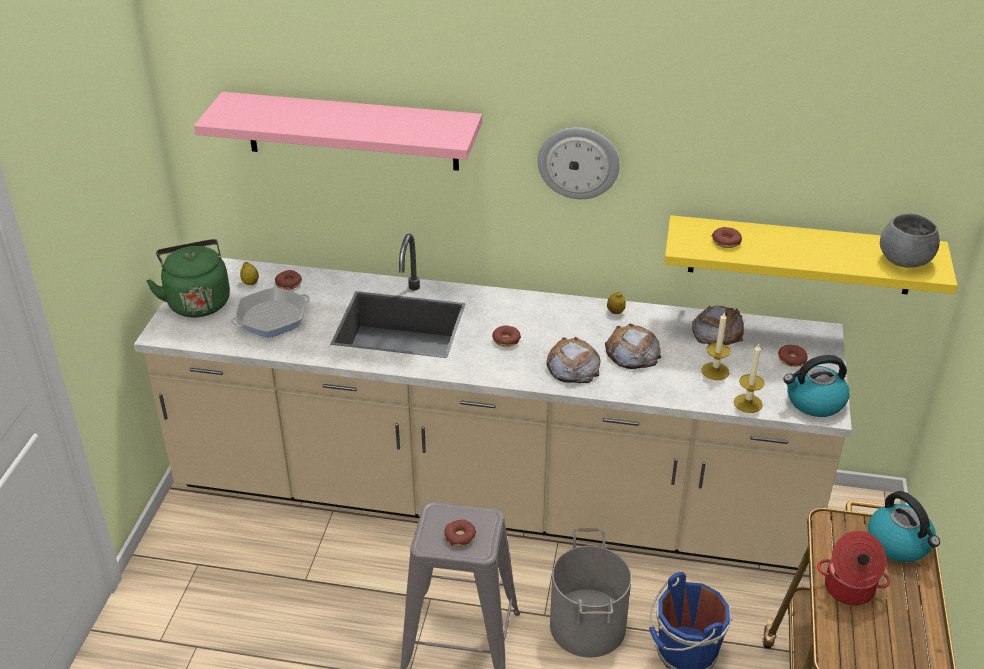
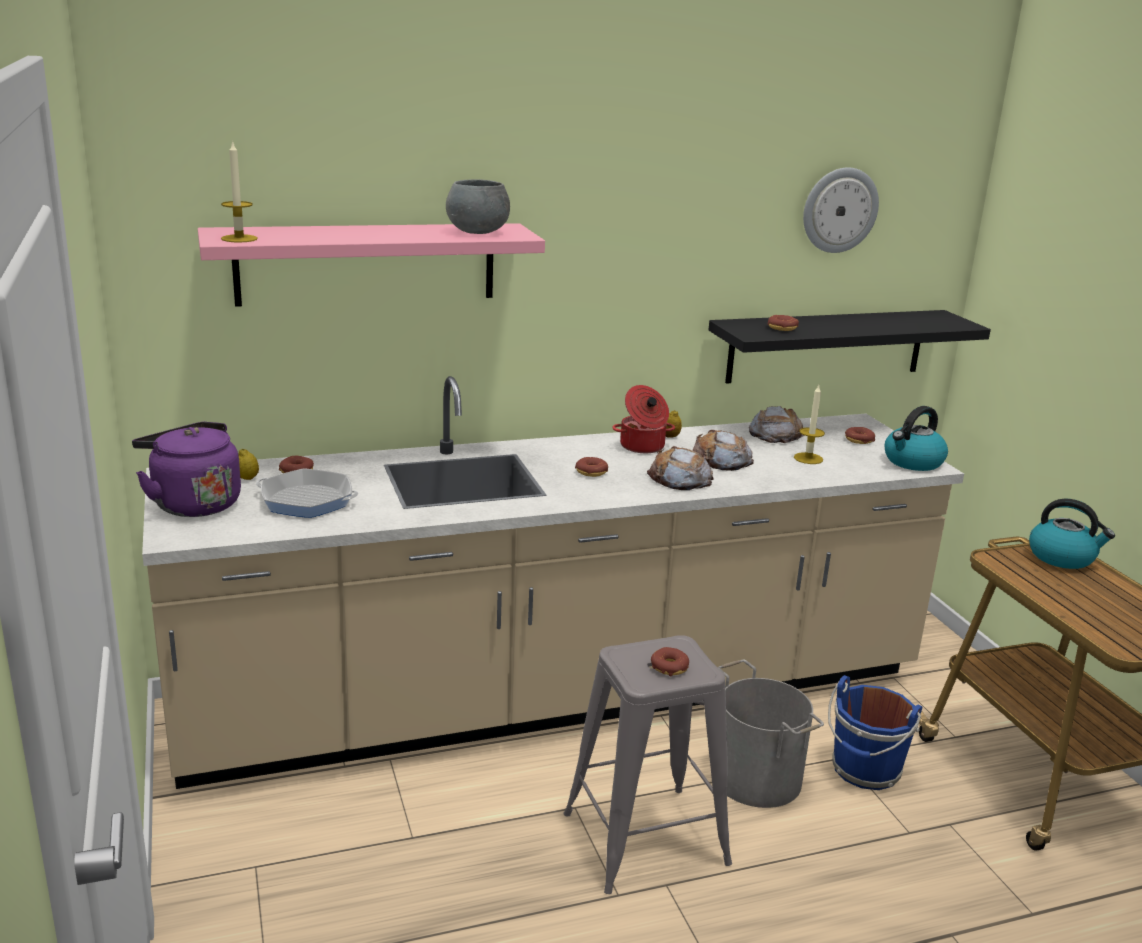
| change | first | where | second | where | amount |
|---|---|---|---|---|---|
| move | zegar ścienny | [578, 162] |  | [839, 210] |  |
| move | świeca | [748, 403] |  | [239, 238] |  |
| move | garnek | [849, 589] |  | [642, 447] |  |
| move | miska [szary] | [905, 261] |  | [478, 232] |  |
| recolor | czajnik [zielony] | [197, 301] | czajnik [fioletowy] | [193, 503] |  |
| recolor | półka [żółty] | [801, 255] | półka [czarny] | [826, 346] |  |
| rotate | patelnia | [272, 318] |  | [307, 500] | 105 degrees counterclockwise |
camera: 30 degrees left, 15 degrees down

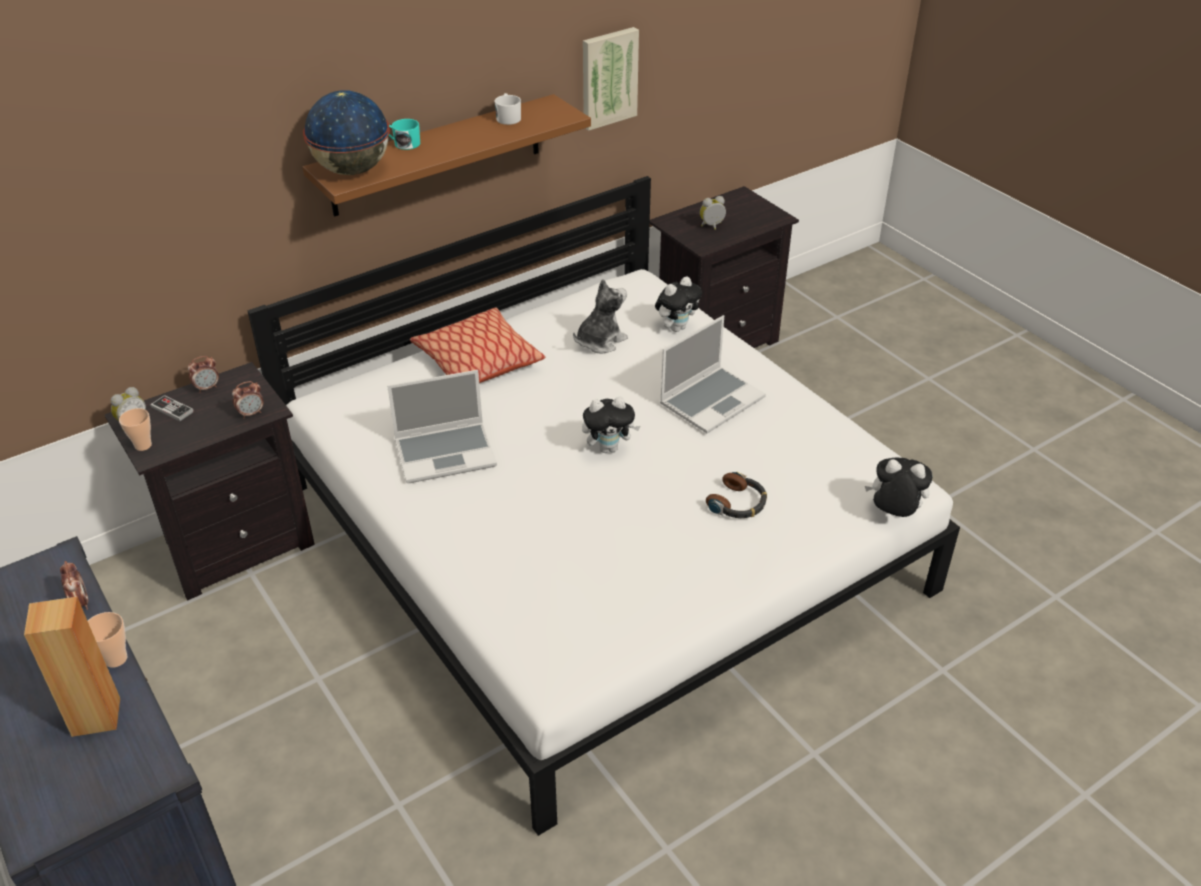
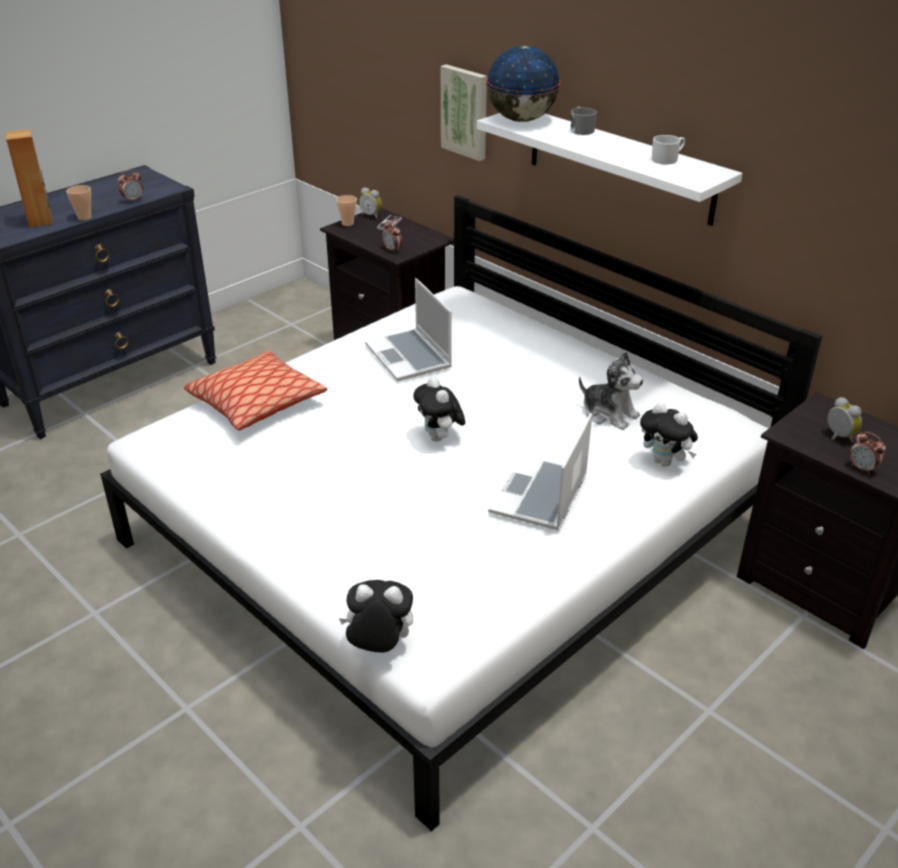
| change | first | where | second | where | amount |
|---|---|---|---|---|---|
| delete | słuchawki | [738, 503] |  |  |  |
| move | budzik | [207, 388] |  | [862, 468] |  |
| move | poduszka | [477, 362] |  | [257, 402] |  |
| move | obraz | [608, 77] |  | [465, 112] |  |
| recolor | półka [brązowy] | [437, 155] | półka [biały] | [619, 165] |  |
| recolor | kubek [turkusowy] | [403, 144] | kubek [szary] | [581, 129] |  |
| rotate | laptop | [712, 400] |  | [540, 496] | 75 degrees clockwise |
| rotate | pluszak | [893, 514] |  | [378, 647] | 90 degrees counterclockwise |
camera: 80 degrees right, 5 degrees down

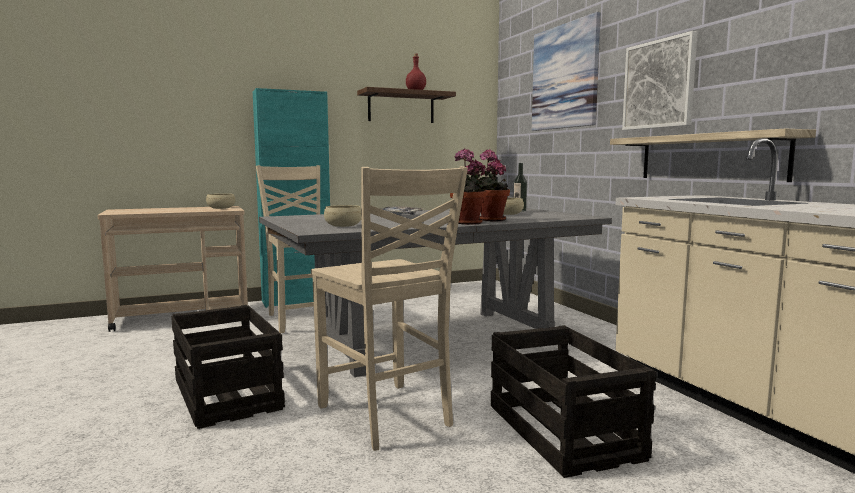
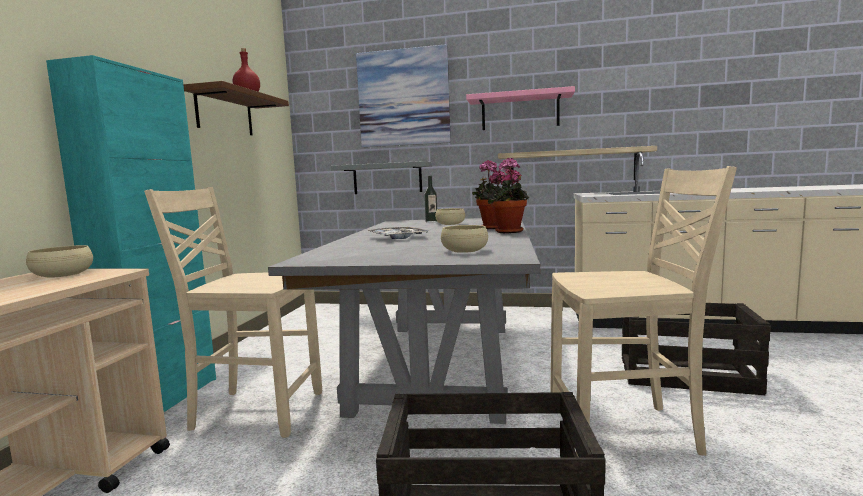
| change | first | where | second | where | amount |
|---|---|---|---|---|---|
| insert |  |  | półka [szary] | [387, 178] |  |
| replace | obraz | [659, 84] | półka [różowy] | [520, 112] |  |
camera: 55 degrees left, 0 degrees up

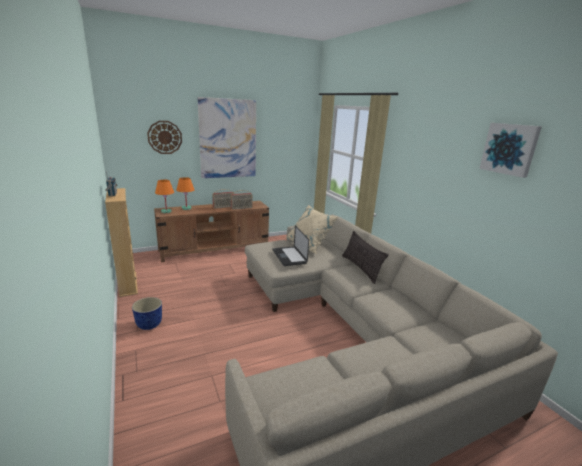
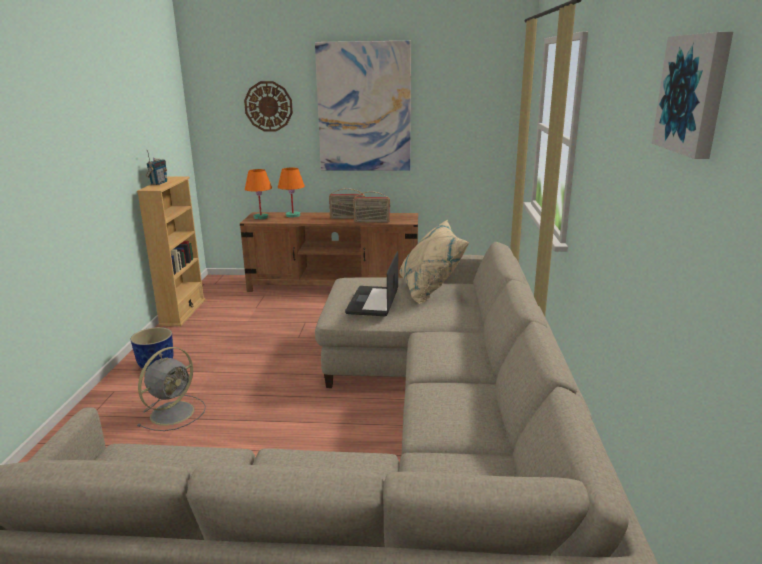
| change | first | where | second | where | amount |
|---|---|---|---|---|---|
| delete | poduszka | [360, 268] |  |  |  |
| insert |  |  | wentylator [szary] | [174, 412] |  |
camera: 30 degrees right, 0 degrees up

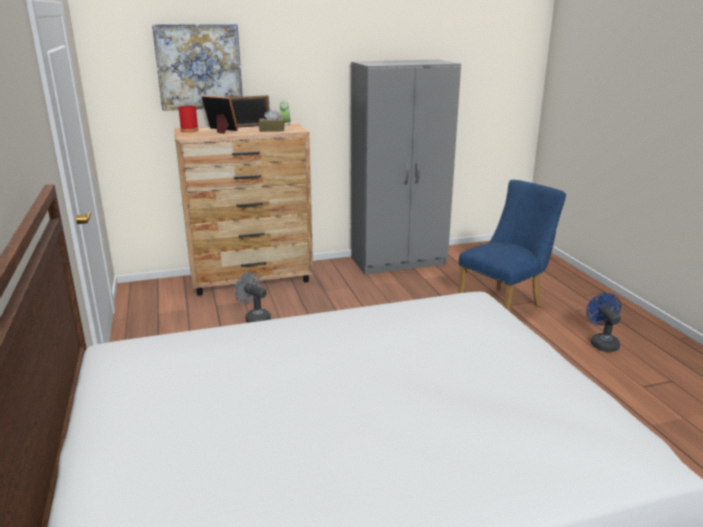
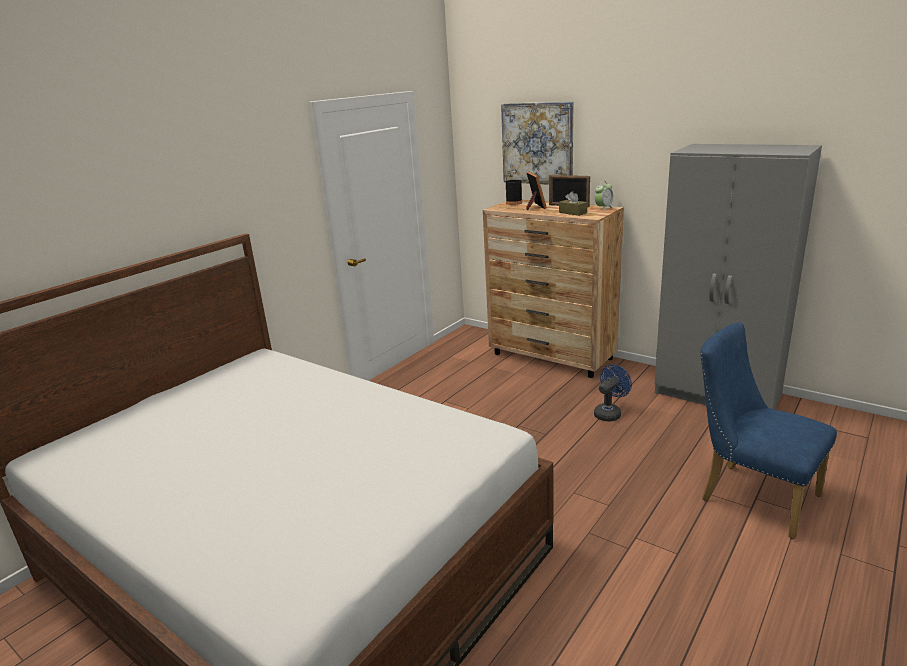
| change | first | where | second | where | amount |
|---|---|---|---|---|---|
| delete | wentylator [szary] | [254, 318] |  |  |  |
| move | wentylator [niebieski] | [602, 343] |  | [609, 413] |  |
| recolor | butelka [czerwony] | [189, 130] | butelka [czarny] | [514, 203] |  |
| rotate | krzesło [niebieski] | [504, 305] |  | [750, 495] | 150 degrees counterclockwise |
camera: 55 degrees right, 0 degrees up

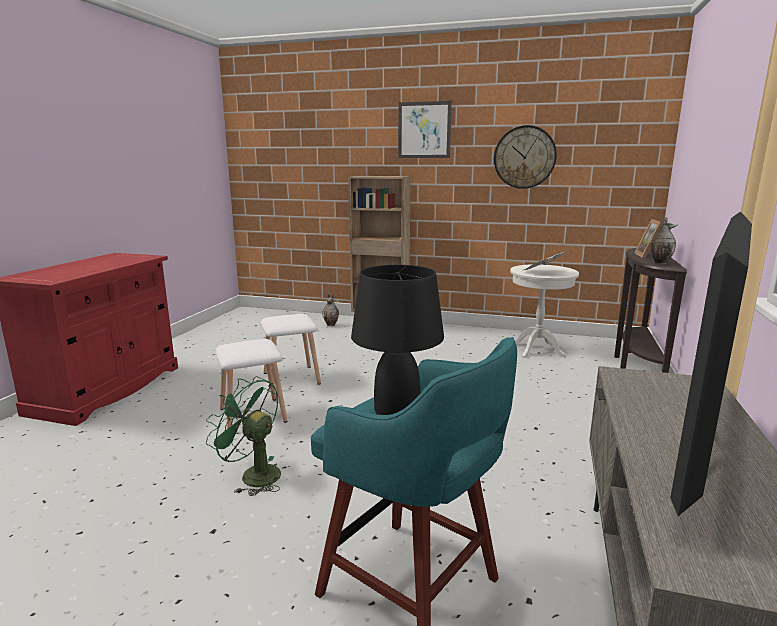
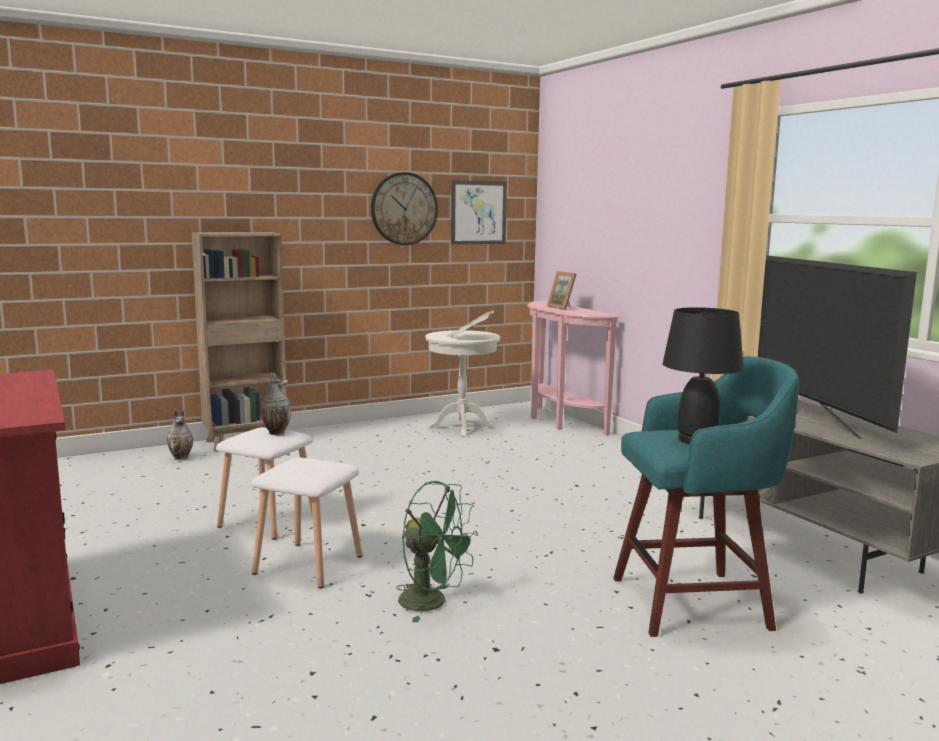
| change | first | where | second | where | amount |
|---|---|---|---|---|---|
| move | obraz | [424, 130] |  | [478, 212] |  |
| move | wazon | [659, 263] |  | [275, 433] |  |
| recolor | stolik konsolowy [brązowy] | [635, 366] | stolik konsolowy [różowy] | [559, 422] |  |
| rotate | wentylator [zielony] | [253, 475] |  | [433, 603] | 135 degrees counterclockwise |
camera: 45 degrees left, 5 degrees down

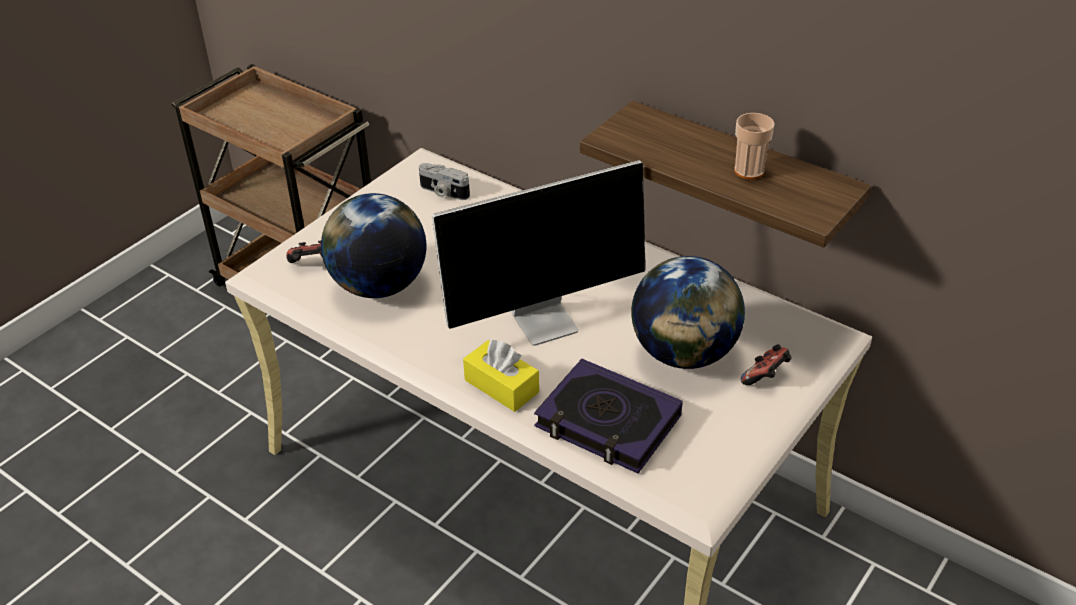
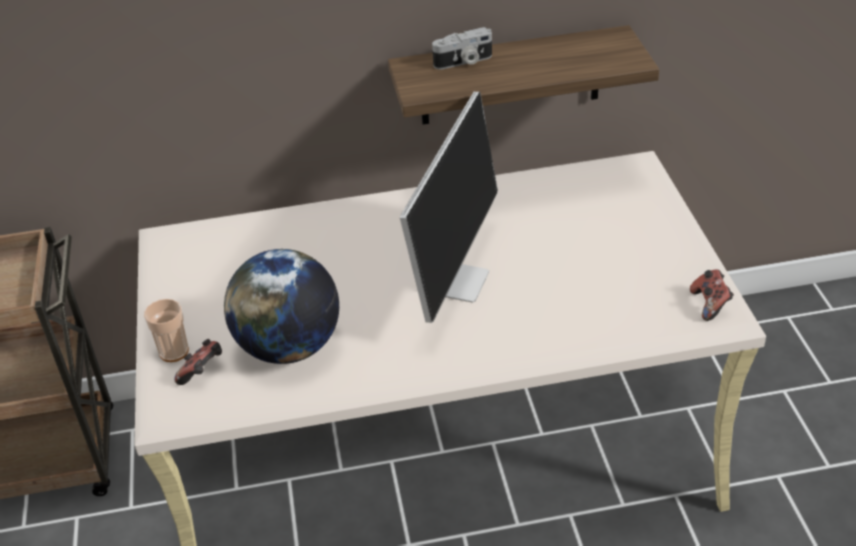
| change | first | where | second | where | amount |
|---|---|---|---|---|---|
| delete | pudełko chusteczek [żółty] | [501, 386] |  |  |  |
| delete | książka | [607, 423] |  |  |  |
| delete | globus | [683, 353] |  |  |  |
| move | aparat fotograficzny | [443, 192] |  | [464, 62] |  |
| move | filiżanka | [749, 171] |  | [174, 352] |  |
| move | pad do gier | [766, 377] |  | [710, 304] |  |
camera: 45 degrees left, 0 degrees up

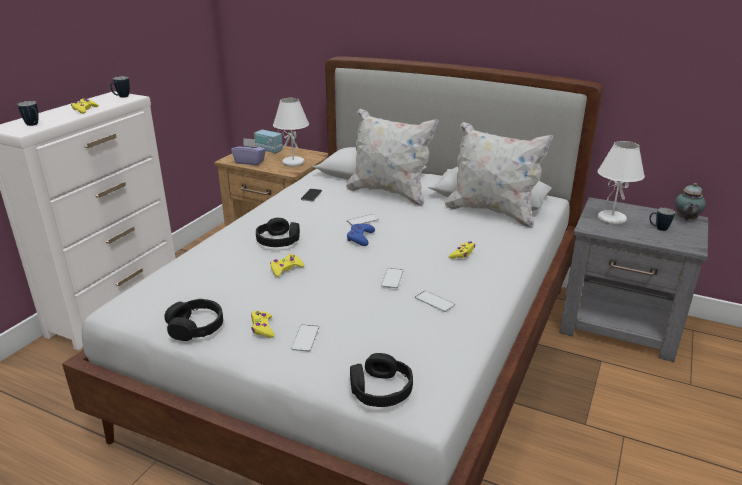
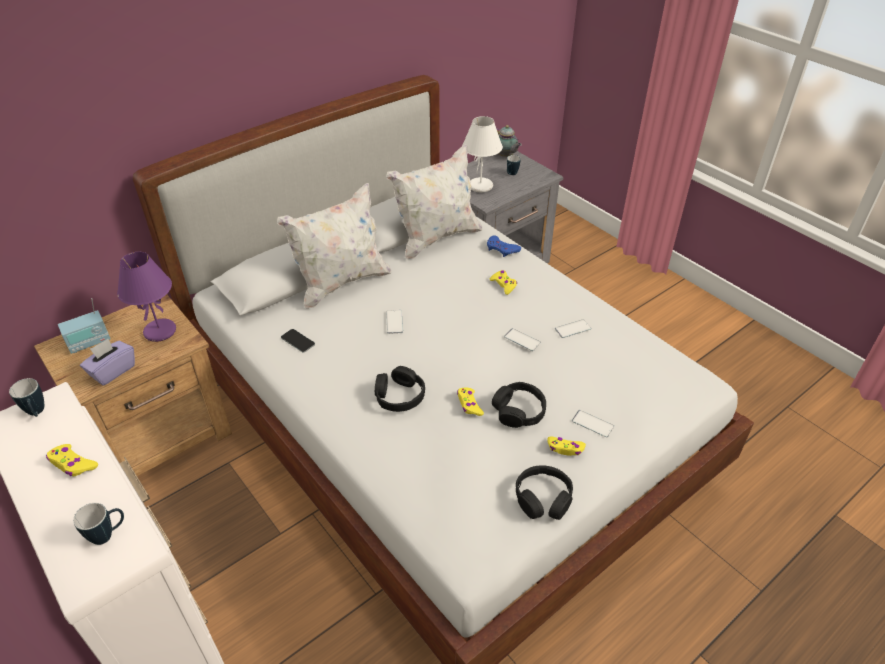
| change | first | where | second | where | amount |
|---|---|---|---|---|---|
| move | pad do gier [niebieski] | [360, 237] |  | [502, 249] |  |
| move | słuchawki [czarny] | [380, 390] |  | [519, 411] |  |
| recolor | lampa stołowa [biały] | [294, 163] | lampa stołowa [fioletowy] | [160, 331] |  |
camera: 65 degrees left, 15 degrees up

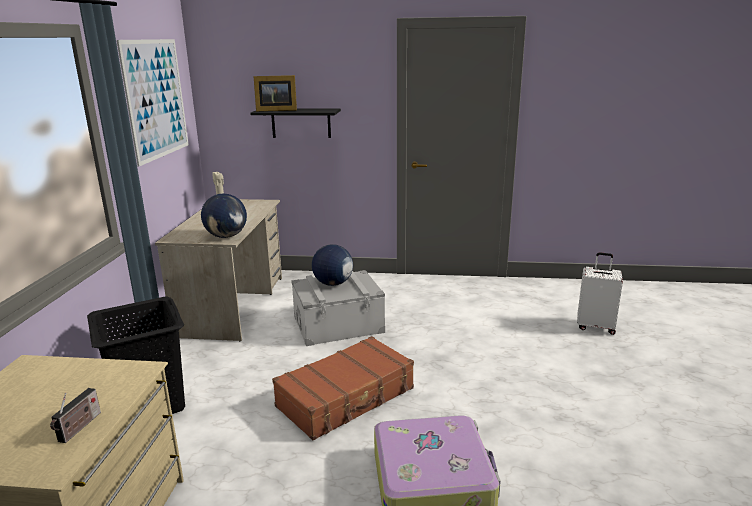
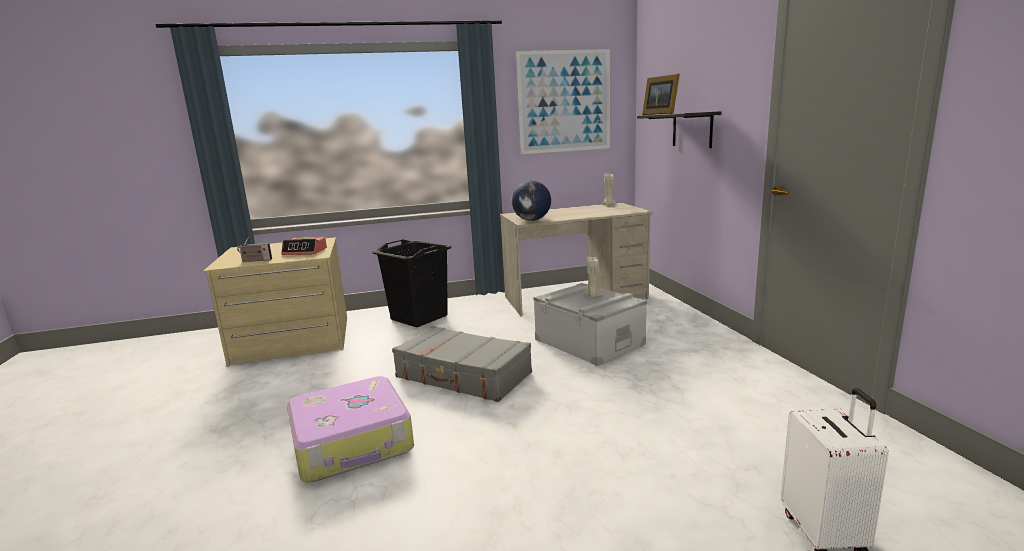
| change | first | where | second | where | amount |
|---|---|---|---|---|---|
| insert |  |  | budzik | [305, 251] |  |
| replace | globus | [333, 284] | świeca [beżowy] | [593, 296] |  |
| recolor | walizka [brązowy] | [346, 398] | walizka [szary] | [463, 376] |  |
camera: 70 degrees right, 5 degrees down

